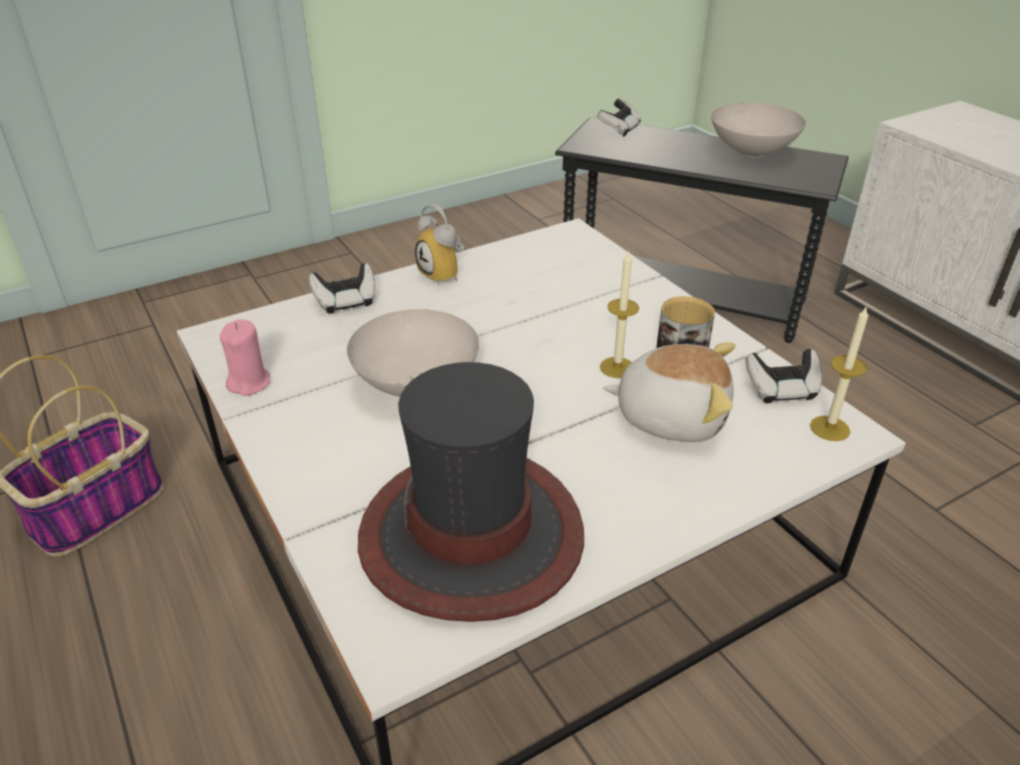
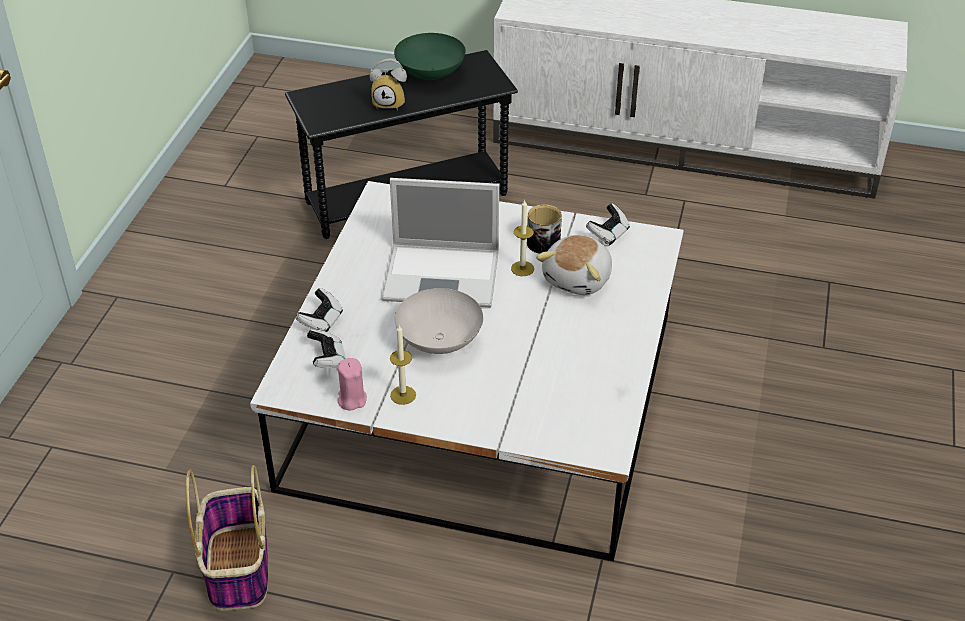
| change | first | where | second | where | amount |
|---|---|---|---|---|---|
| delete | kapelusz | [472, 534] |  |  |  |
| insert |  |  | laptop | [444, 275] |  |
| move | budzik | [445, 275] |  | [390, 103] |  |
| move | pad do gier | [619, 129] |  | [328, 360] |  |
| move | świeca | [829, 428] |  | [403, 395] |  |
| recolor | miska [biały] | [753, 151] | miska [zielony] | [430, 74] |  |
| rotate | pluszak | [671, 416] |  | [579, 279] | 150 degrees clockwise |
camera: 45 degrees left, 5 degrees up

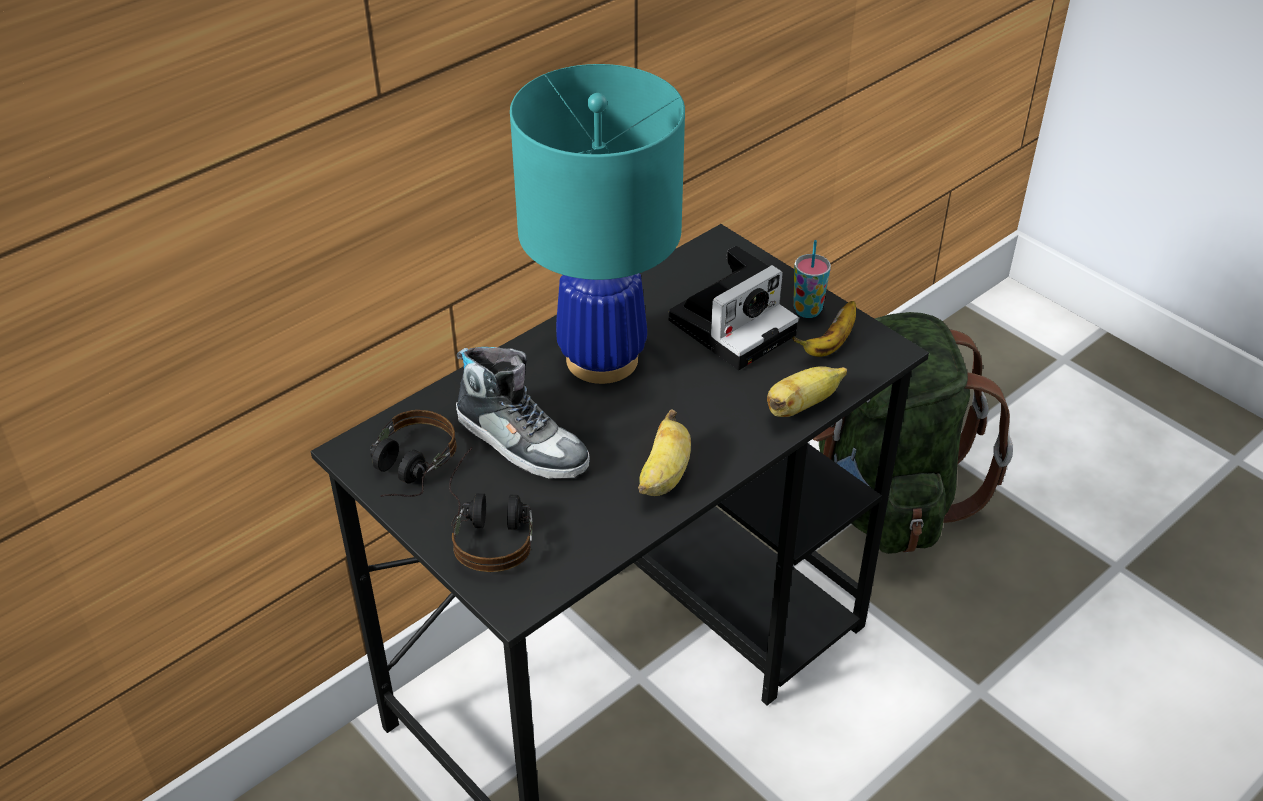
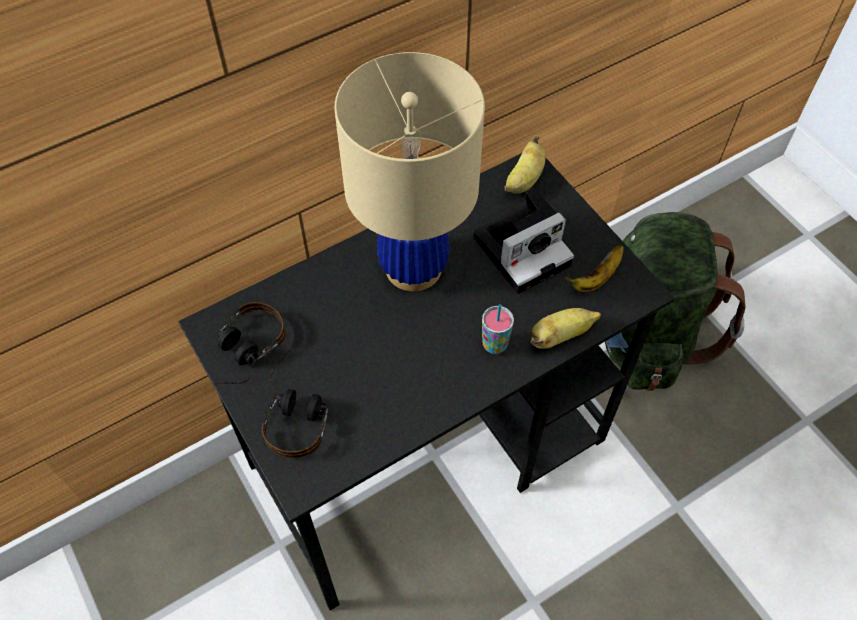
| change | first | where | second | where | amount |
|---|---|---|---|---|---|
| delete | but | [522, 441] |  |  |  |
| move | banan | [664, 476] |  | [524, 180] |  |
| move | filiżanka | [807, 310] |  | [494, 345] |  |
| recolor | lampa stołowa [turkusowy] | [602, 359] | lampa stołowa [beżowy] | [413, 267] |  |
camera: 10 degrees right, 15 degrees up

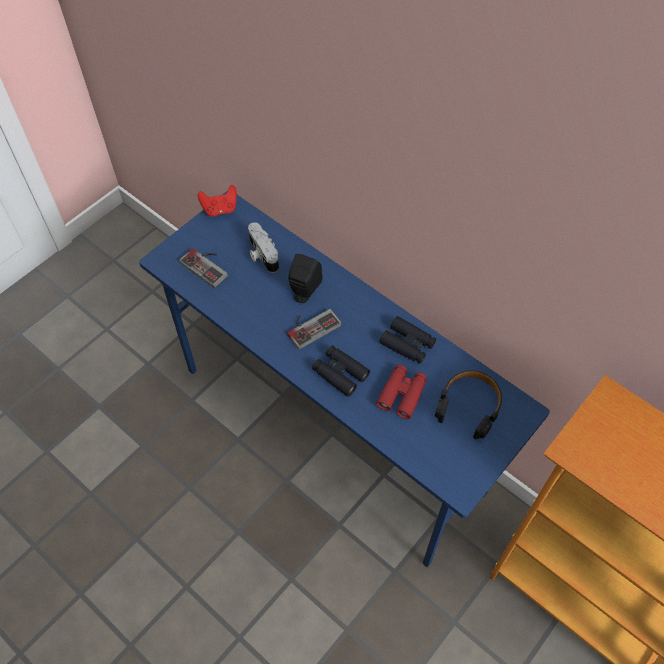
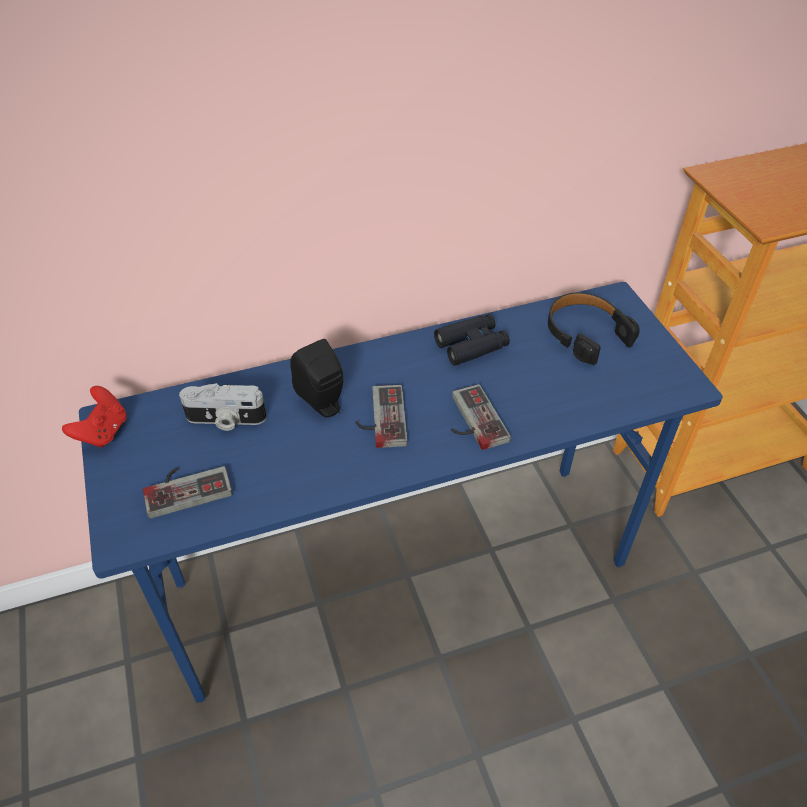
| change | first | where | second | where | amount |
|---|---|---|---|---|---|
| delete | lornetka [czerwony] | [402, 394] |  |  |  |
| replace | lornetka [czarny] | [340, 373] | pad do gier | [471, 421] |  |
camera: 60 degrees left, 10 degrees down

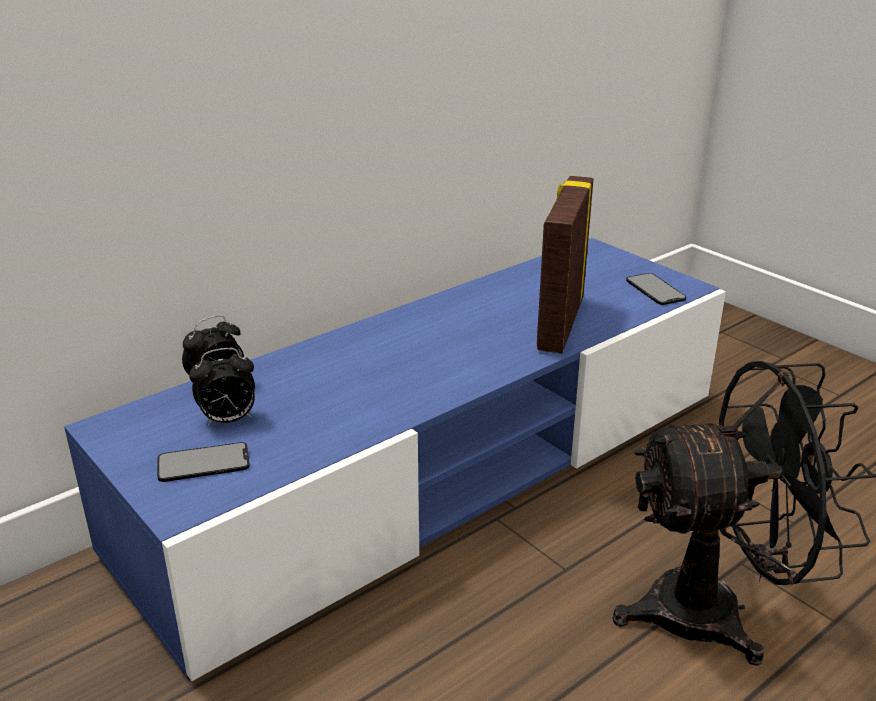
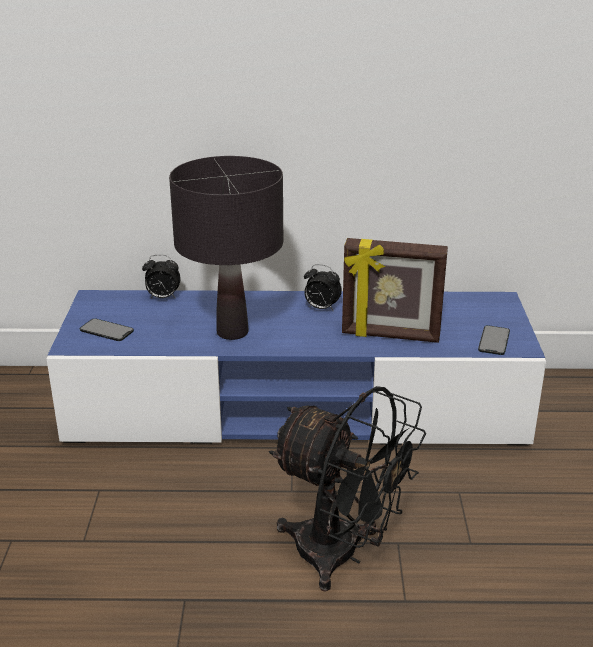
| change | first | where | second | where | amount |
|---|---|---|---|---|---|
| insert |  |  | lampa stołowa [czarny] | [232, 332] |  |
| move | budzik | [228, 420] |  | [321, 308] |  |
| rotate | ramka na zdjęcie | [559, 323] |  | [390, 336] | 135 degrees counterclockwise |
camera: 40 degrees right, 0 degrees up

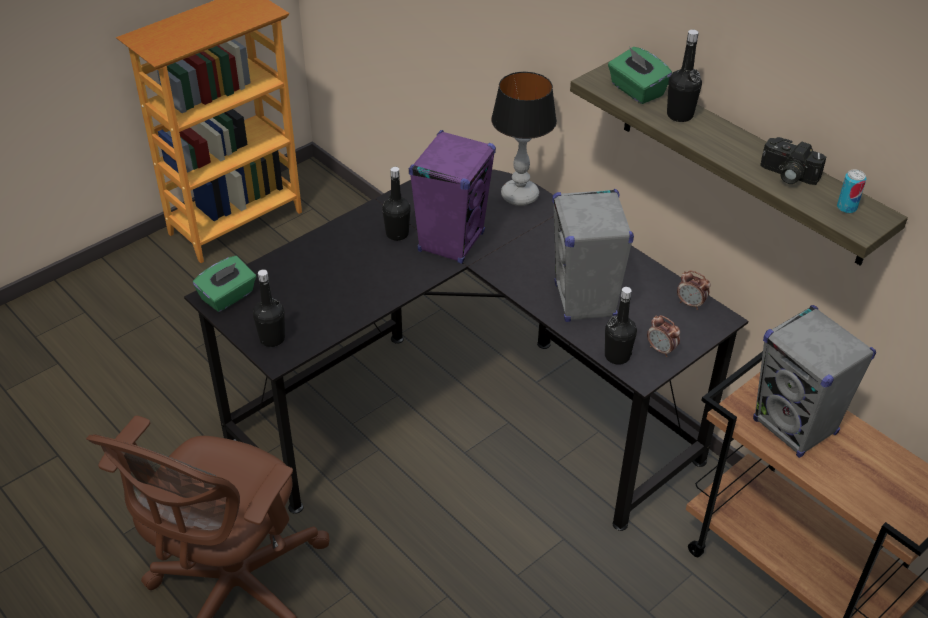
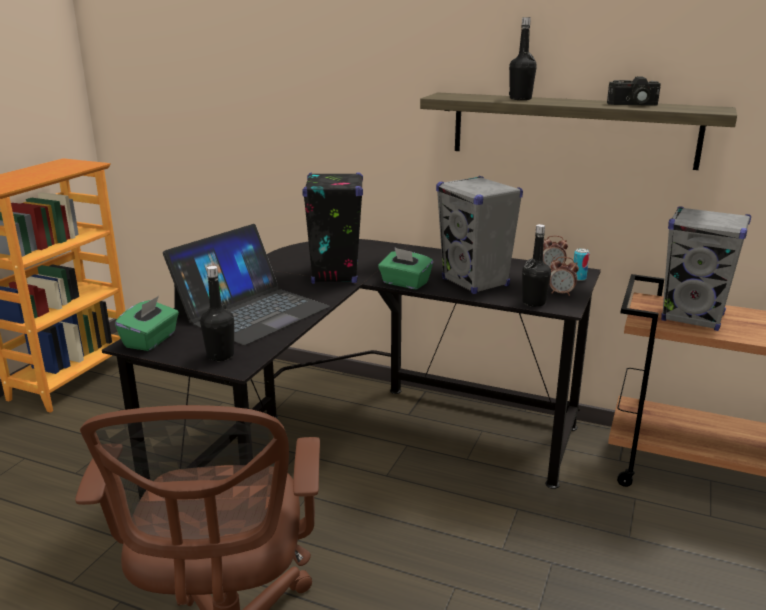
| change | first | where | second | where | amount |
|---|---|---|---|---|---|
| delete | butelka [czarny] | [397, 234] |  |  |  |
| delete | lampa stołowa | [519, 196] |  |  |  |
| insert |  |  | laptop | [251, 311] |  |
| move | pudełko chusteczek [zielony] | [636, 90] |  | [405, 283] |  |
| move | puszka | [846, 208] |  | [579, 278] |  |
| recolor | głośnik [fioletowy] | [451, 242] | głośnik [czarny] | [335, 275] |  |
camera: 25 degrees left, 20 degrees down

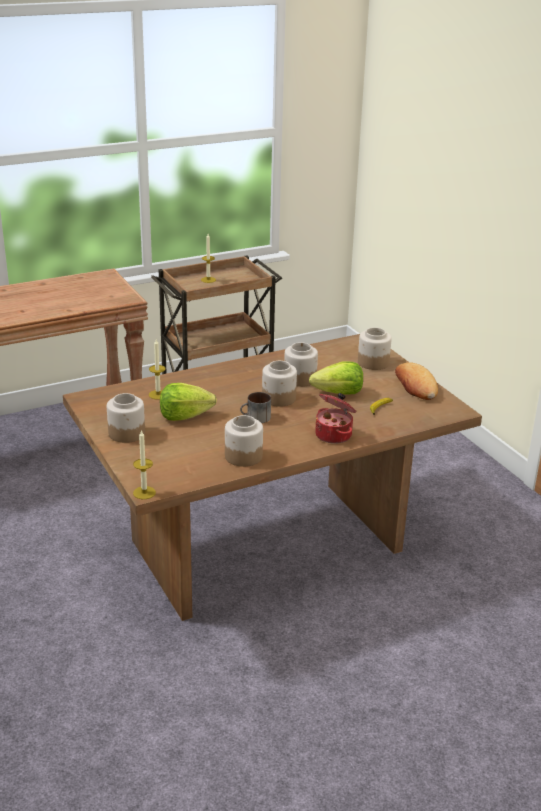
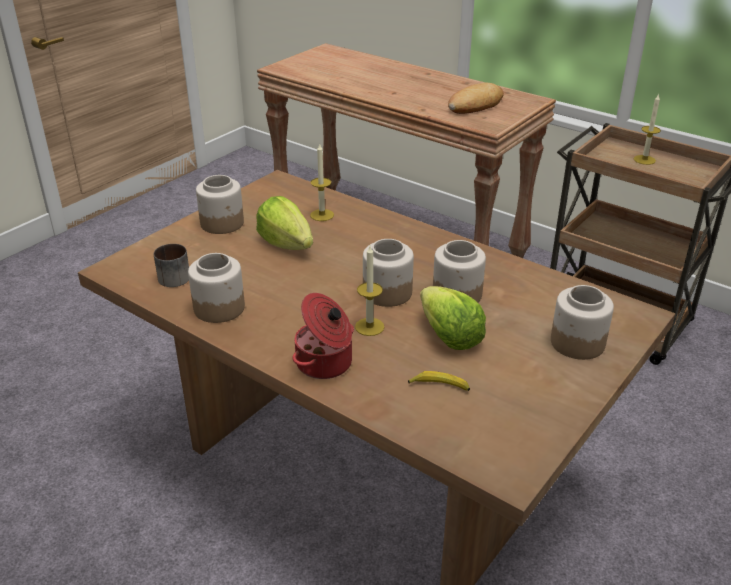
| change | first | where | second | where | amount |
|---|---|---|---|---|---|
| move | świeca | [144, 492] |  | [369, 327] |  |
| move | kubek | [256, 418] |  | [170, 277] |  |
| move | chleb | [416, 386] |  | [475, 104] |  |
camera: 65 degrees right, 5 degrees up

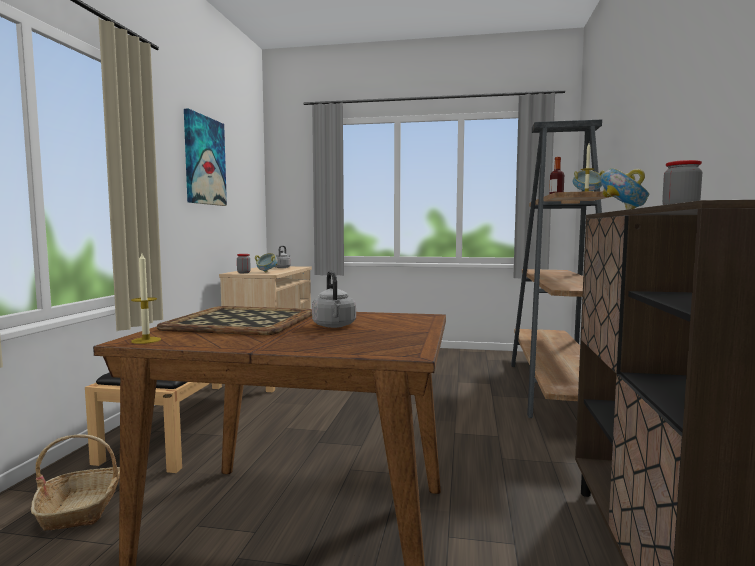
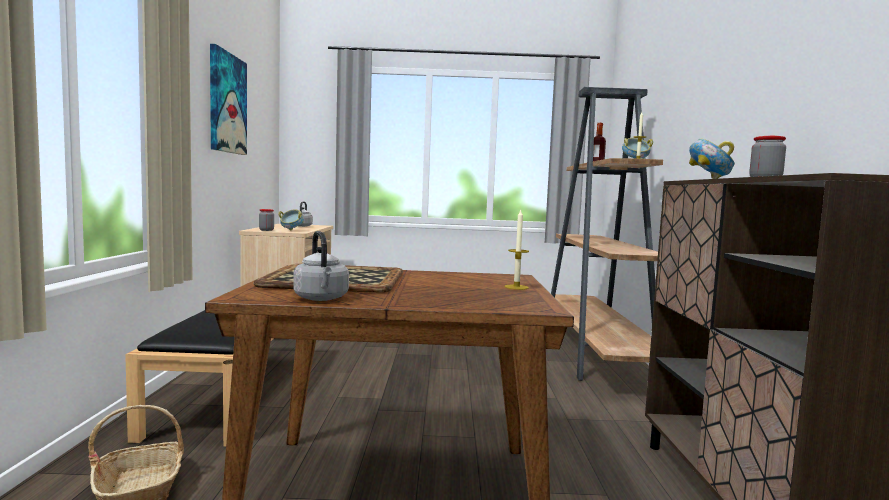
| change | first | where | second | where | amount |
|---|---|---|---|---|---|
| move | świeca | [146, 340] |  | [516, 287] |  |
| move | czajnik [szary] | [334, 326] |  | [321, 299] |  |
camera: 10 degrees left, 0 degrees up

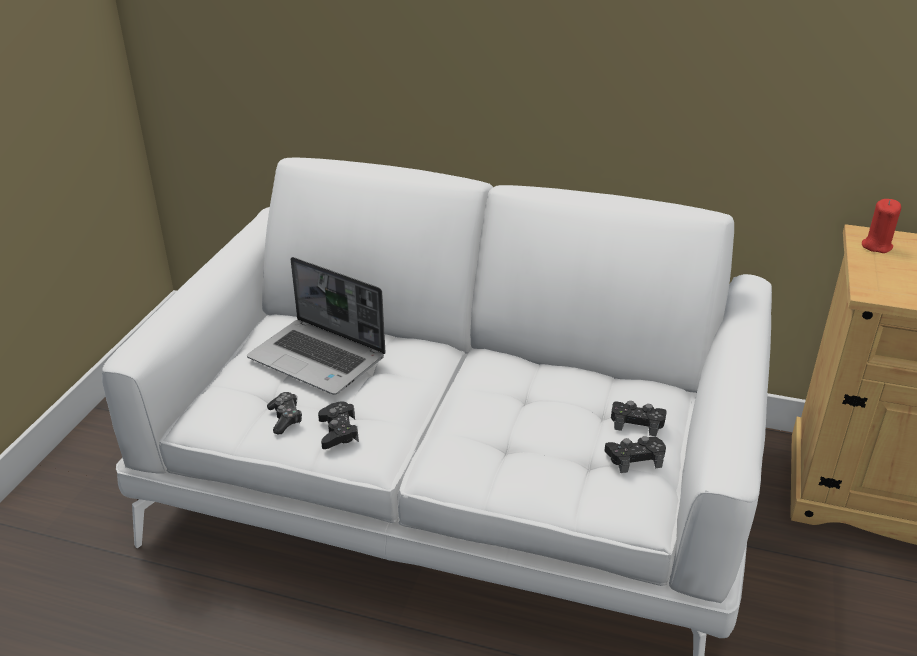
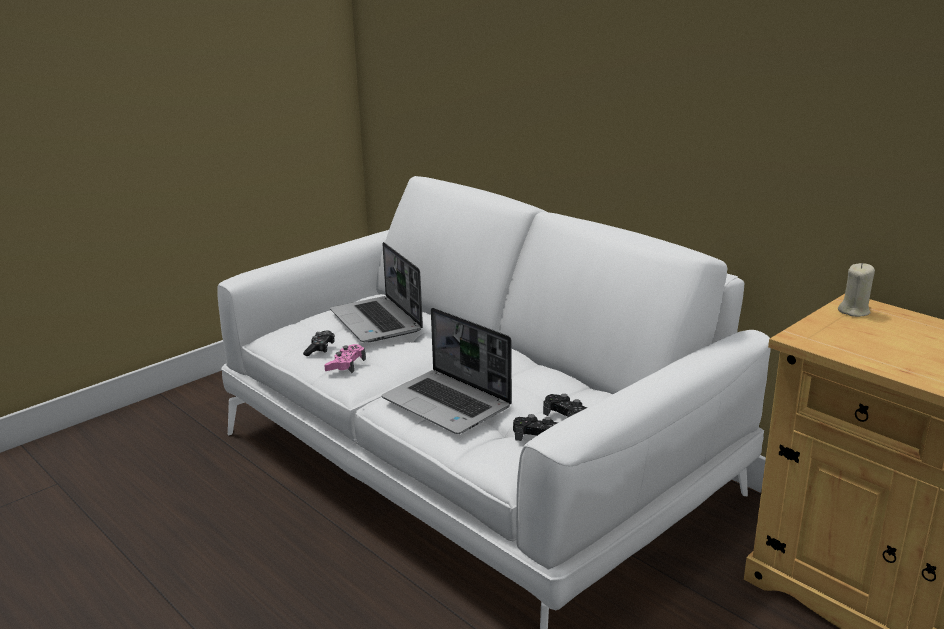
| change | first | where | second | where | amount |
|---|---|---|---|---|---|
| insert |  |  | laptop | [448, 404] |  |
| recolor | pad do gier [czarny] | [338, 431] | pad do gier [różowy] | [346, 364] |  |
| recolor | świeca [czerwony] | [876, 246] | świeca [beżowy] | [854, 311] |  |
camera: 30 degrees right, 10 degrees down

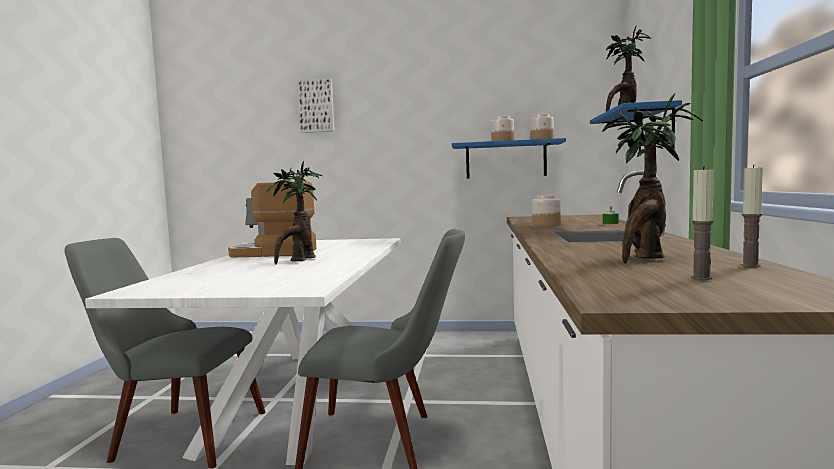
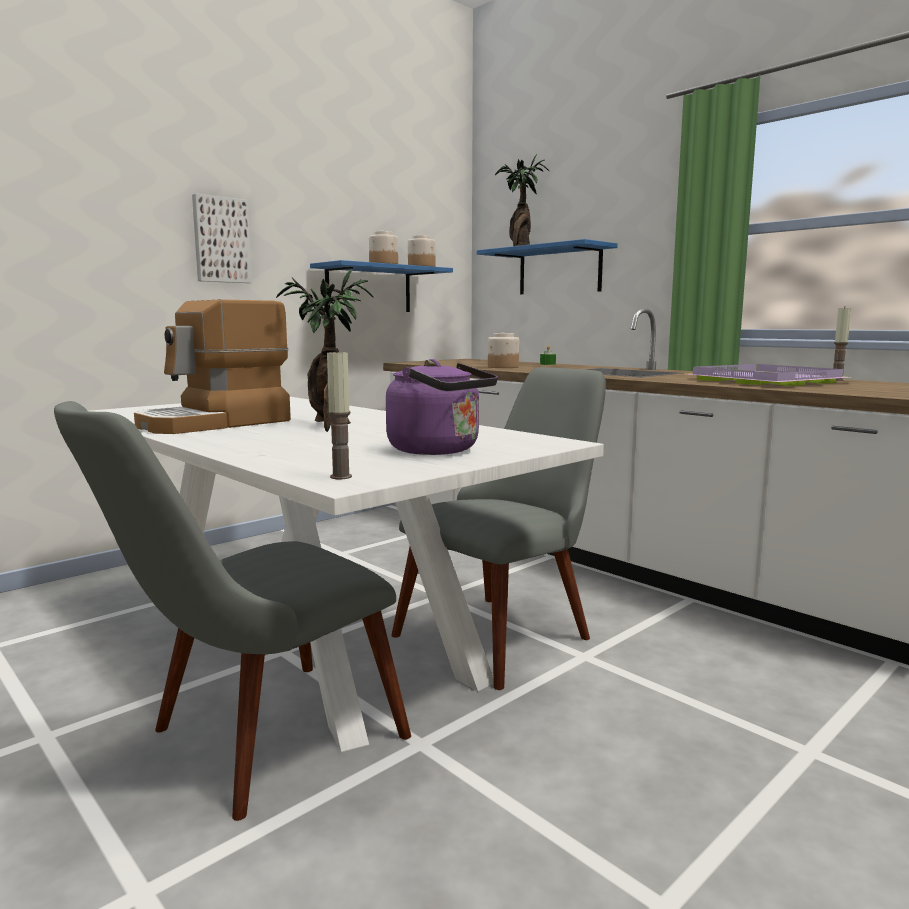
| change | first | where | second | where | amount |
|---|---|---|---|---|---|
| insert |  |  | czajnik [fioletowy] | [439, 450] |  |
| move | obraz | [316, 106] |  | [221, 240] |  |
| move | świeca | [701, 278] |  | [341, 477] |  |
| replace | roślina doniczkowa | [645, 258] | taca [fioletowy] | [768, 381] |  |
camera: 50 degrees left, 5 degrees up

